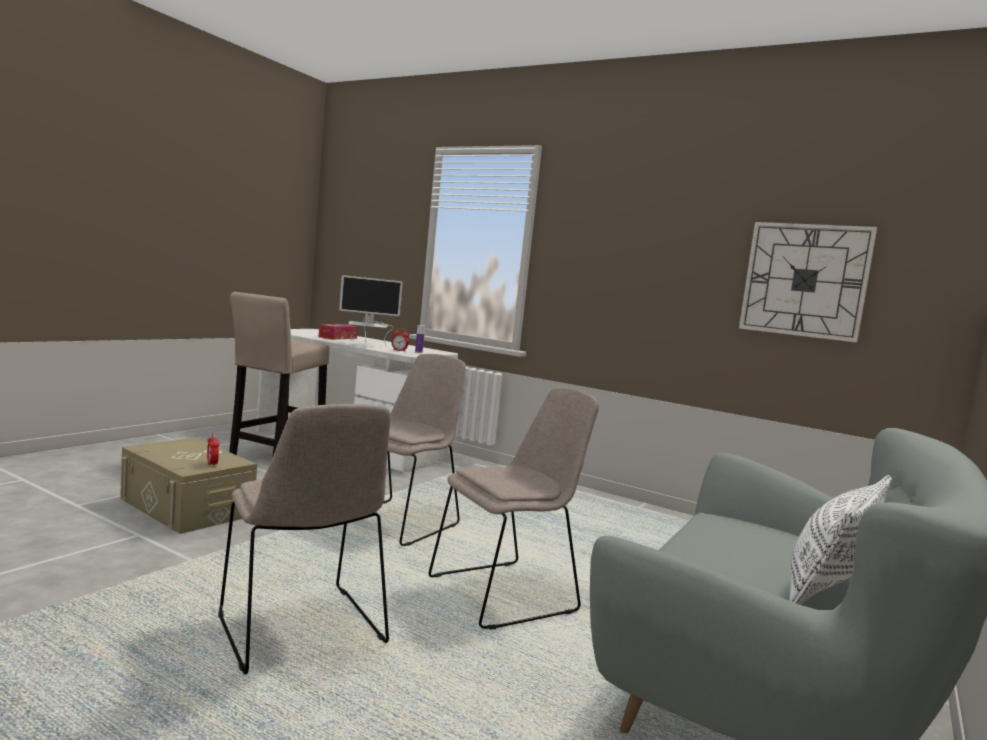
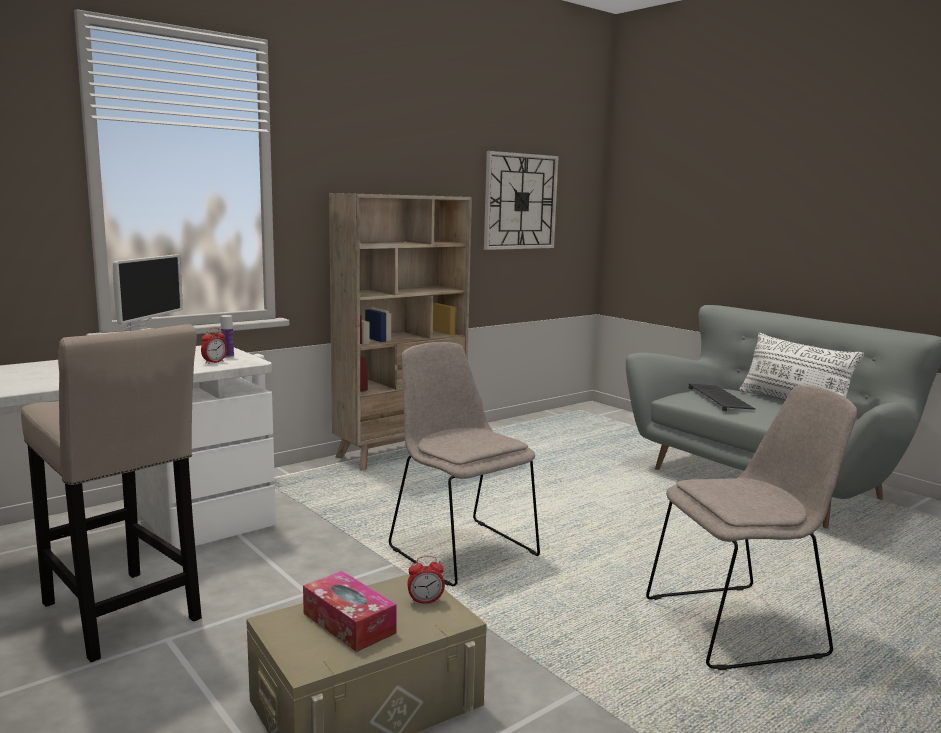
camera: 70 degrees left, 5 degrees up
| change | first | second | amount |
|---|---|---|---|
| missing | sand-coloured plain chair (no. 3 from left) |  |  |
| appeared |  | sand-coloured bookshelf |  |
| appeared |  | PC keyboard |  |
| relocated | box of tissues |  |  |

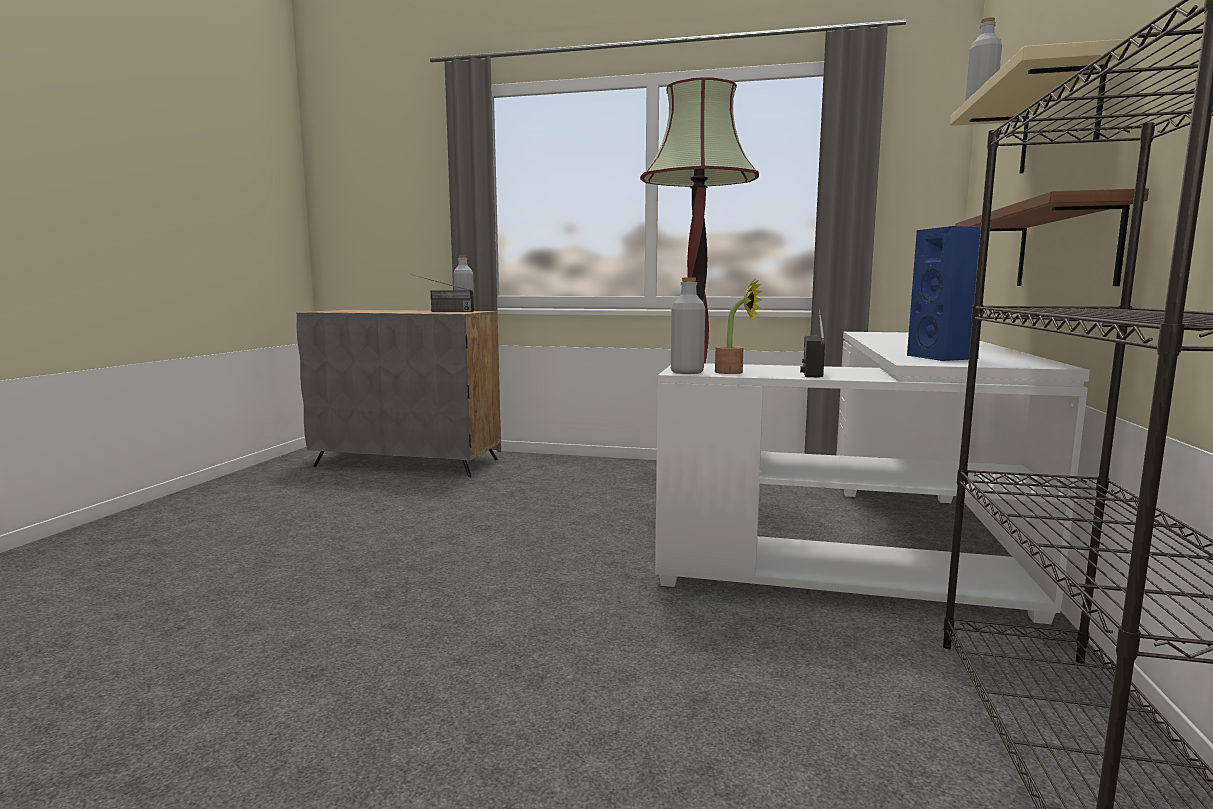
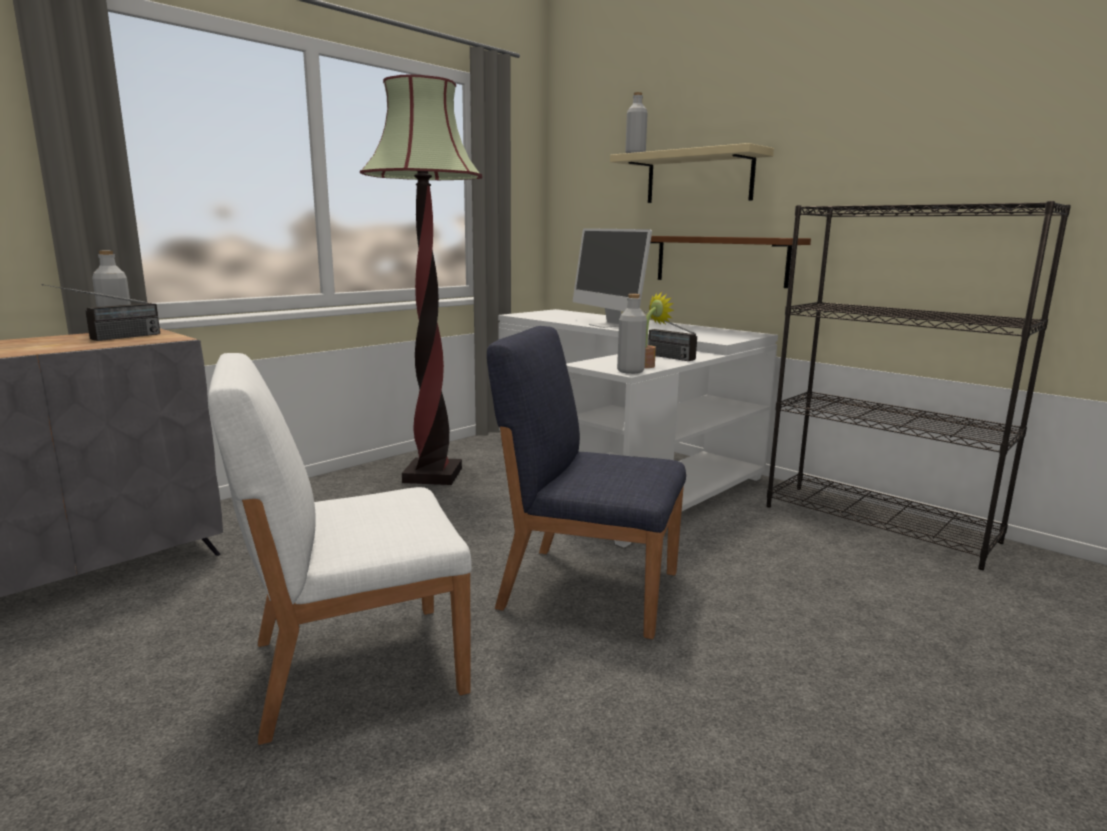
camera: 60 degrees left, 5 degrees up
| change | first | second | amount |
|---|---|---|---|
| missing | blue-coloured loudspeaker |  |  |
| appeared |  | whitish plain chair |  |
| appeared |  | blue-coloured plain chair |  |
| appeared |  | computer screen |  |

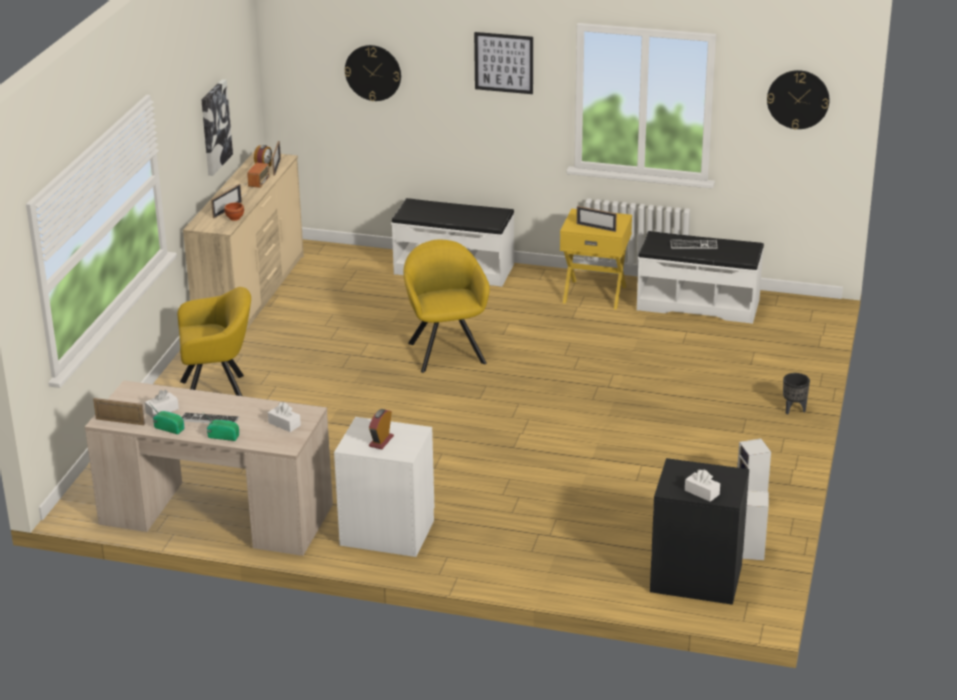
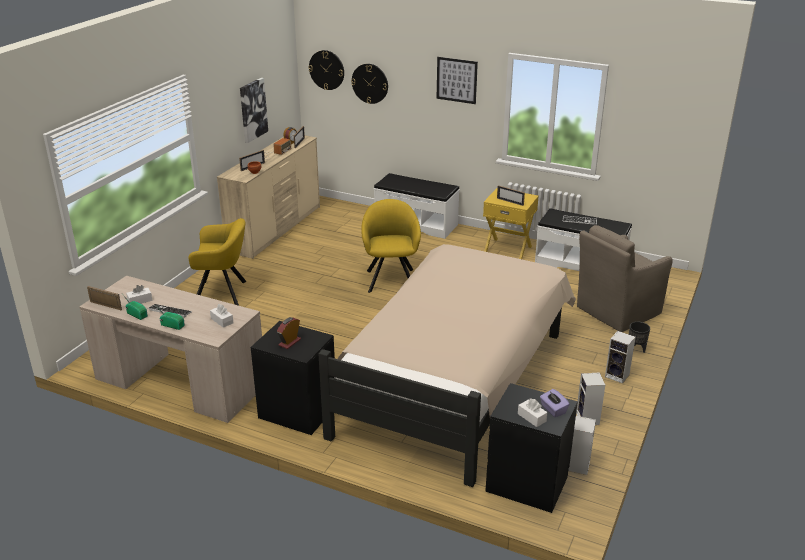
camera: 10 degrees right, 0 degrees up
| change | first | second | amount |
|---|---|---|---|
| appeared |  | sand-coloured bed |  |
| appeared |  | purple box of tissues |  |
| appeared |  | brown lounge chair |  |
| appeared |  | loudspeaker (no. 3 from left) |  |
| relocated | hanging clock (no. 2 from left in the first image) | hanging clock (no. 1 from left) |  |
| colour | whitish night table | black night table (no. 1 from left) |  |

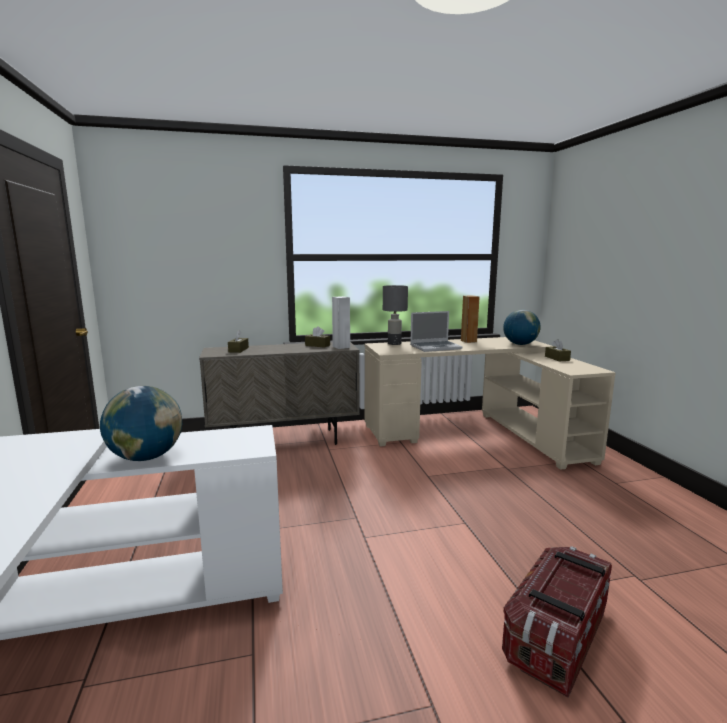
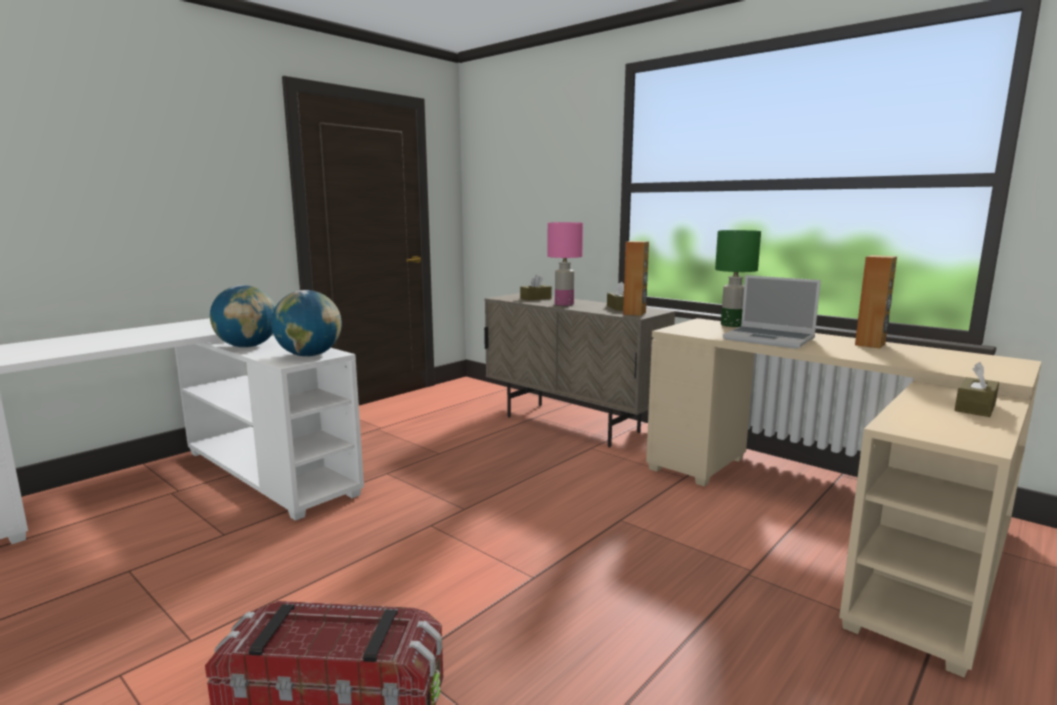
camera: 55 degrees right, 0 degrees up
| change | first | second | amount |
|---|---|---|---|
| appeared |  | pink lamp for a table |  |
| relocated | globe (no. 2 from left) |  |  |
| colour | whitish loudspeaker | brown loudspeaker (no. 1 from left) |  |
| colour | grey lamp for a table | greenish lamp for a table |  |

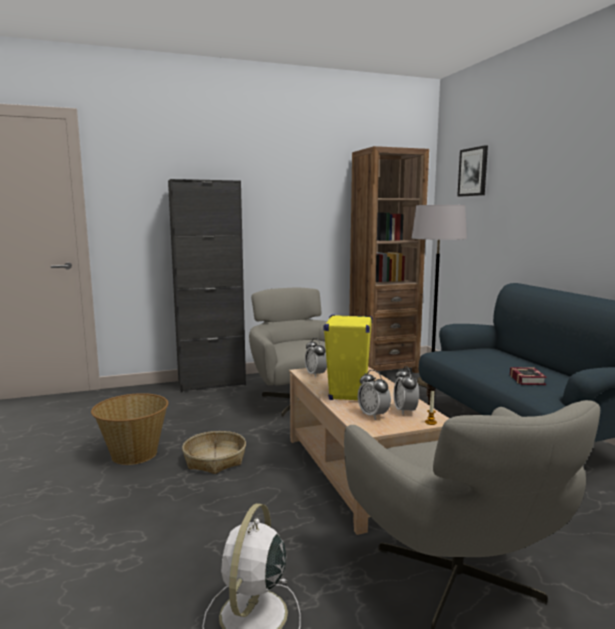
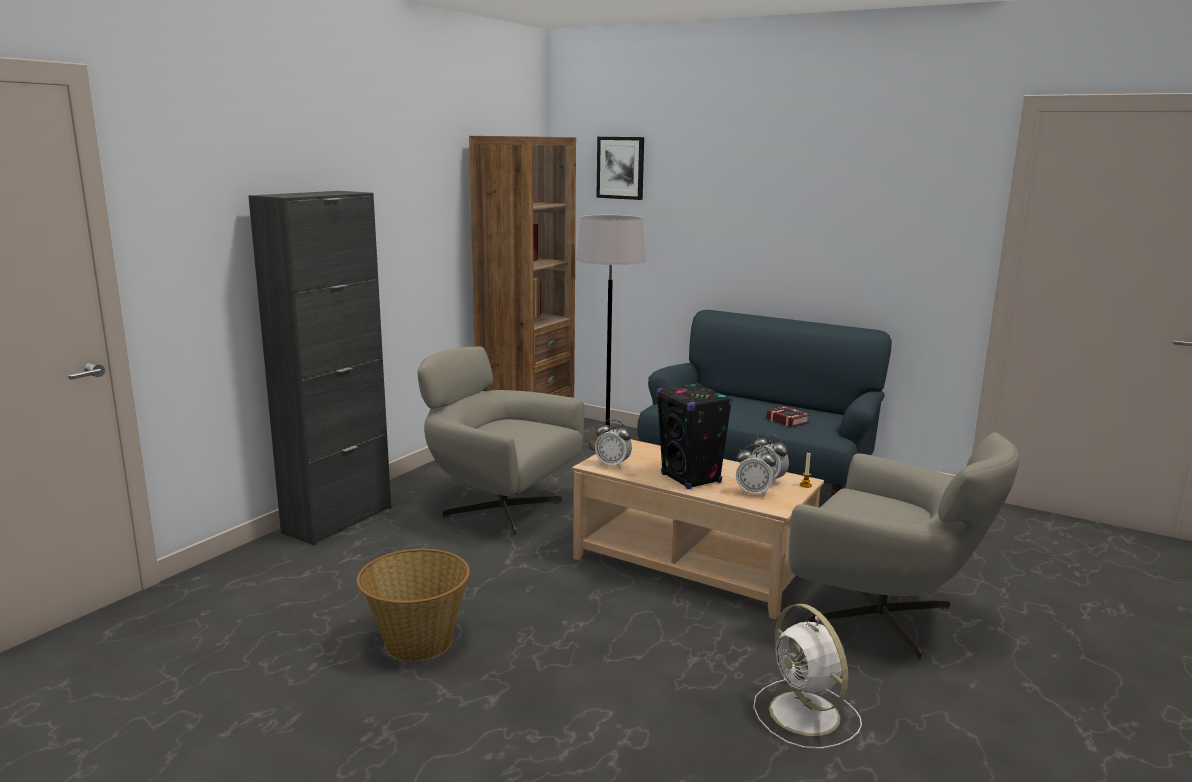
camera: 40 degrees left, 5 degrees up
| change | first | second | amount |
|---|---|---|---|
| missing | storage basket (no. 2 from left) |  |  |
| colour | yellow-coloured loudspeaker | black loudspeaker |  |

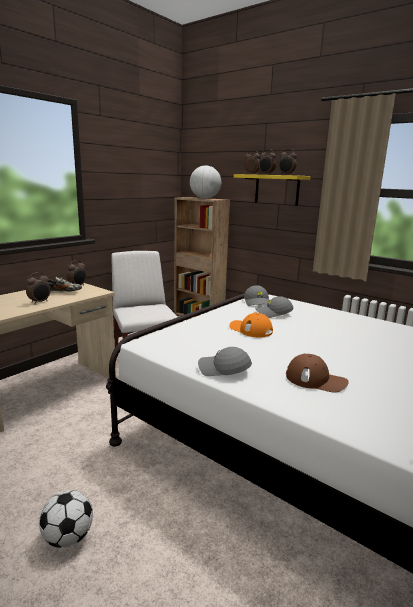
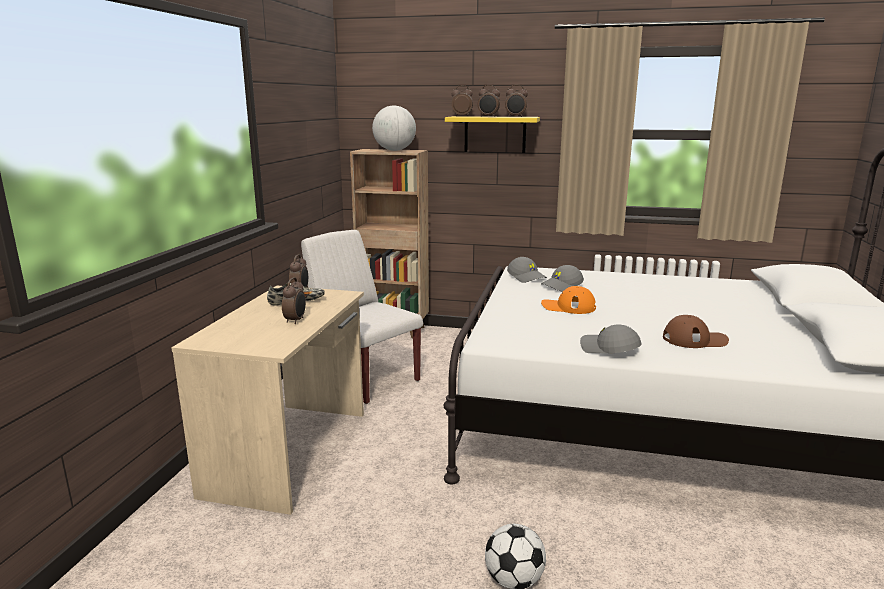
camera: 25 degrees left, 0 degrees up
| change | first | second | amount |
|---|---|---|---|
| spun | grey baseball cap (no. 1 from left in the first image) | grey baseball cap (no. 3 from left) | 45 degrees clockwise |

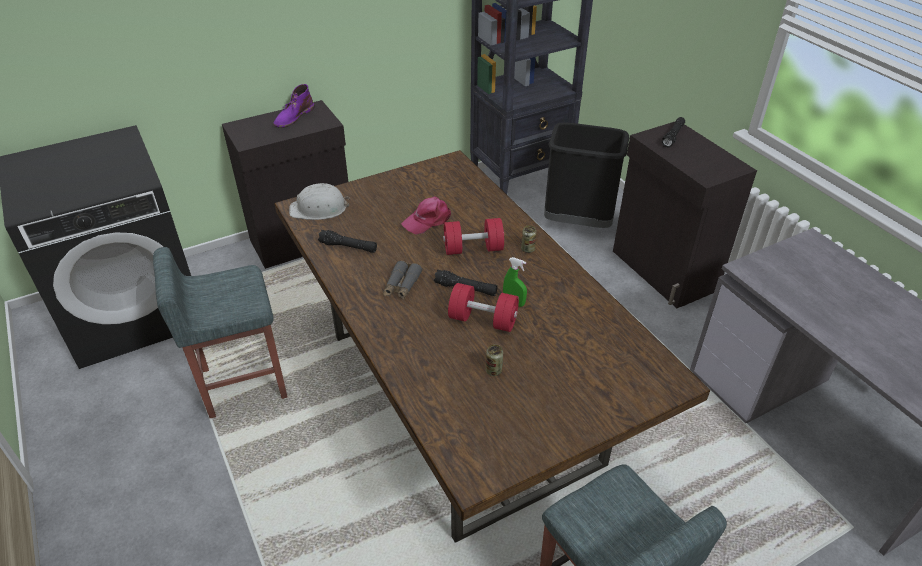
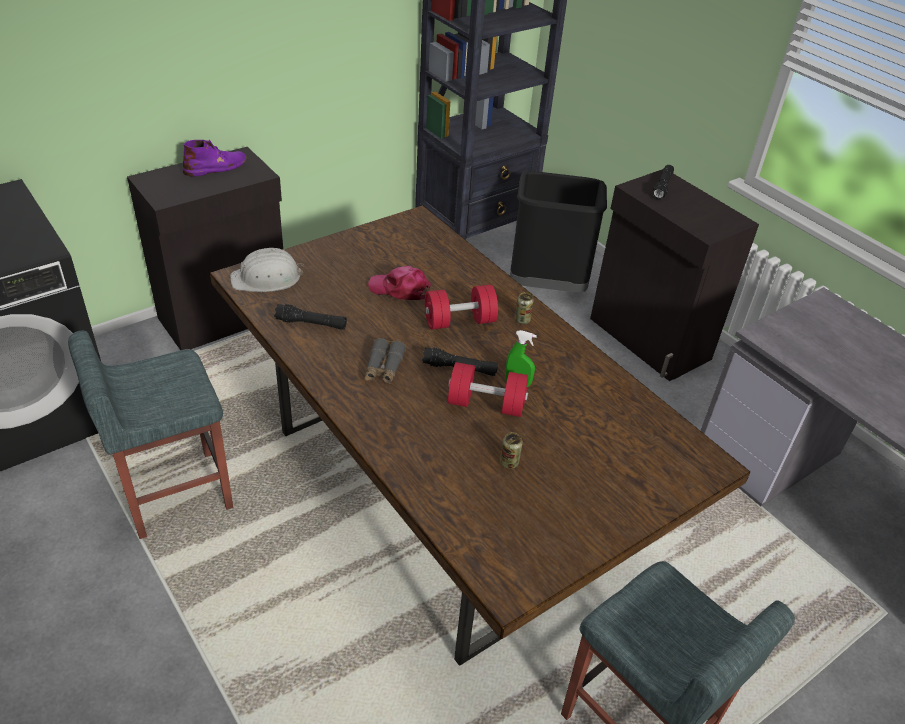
camera: 10 degrees left, 0 degrees up
| change | first | second | amount |
|---|---|---|---|
| spun | purple high-top boot |  | 150 degrees counterclockwise |
| spun | pink baseball cap |  | 60 degrees clockwise |

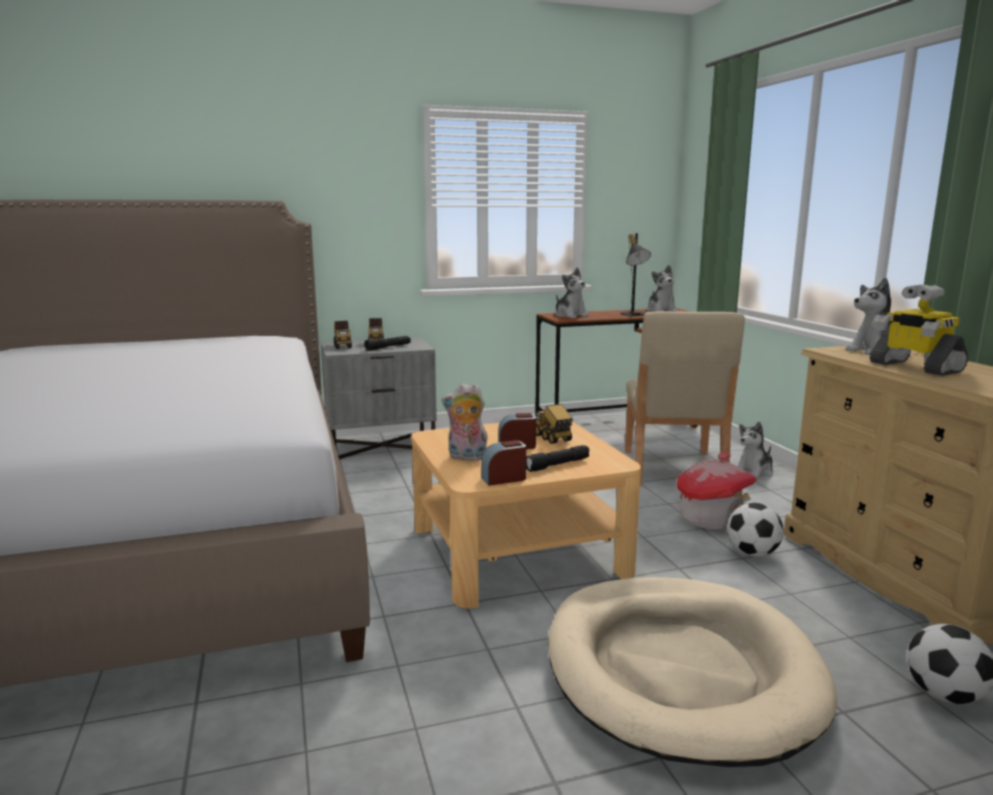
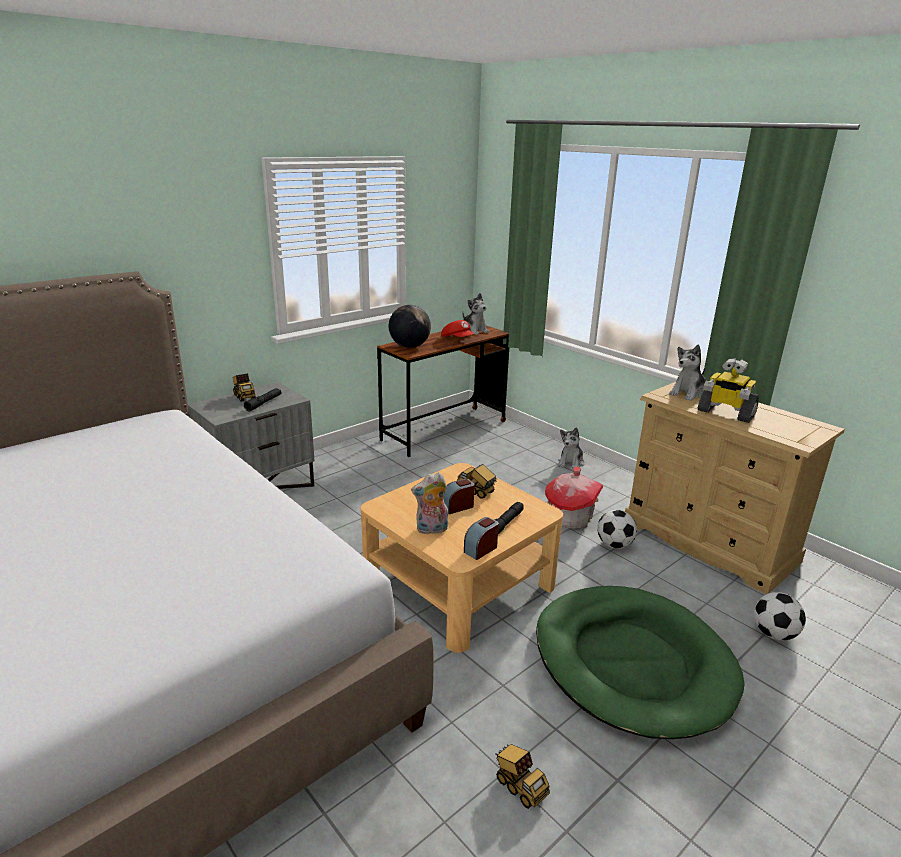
camera: 25 degrees left, 10 degrees up
| change | first | second | amount |
|---|---|---|---|
| missing | sand-coloured plain chair |  |  |
| relocated | toy lorry (no. 1 from left in the first image) | toy lorry (no. 3 from left) |  |
| exchanged | plush toy (no. 2 from left) | globe |  |
| exchanged | black lamp for a table | red-coloured baseball cap |  |
| colour | sand-coloured pet bed | greenish pet bed |  |

